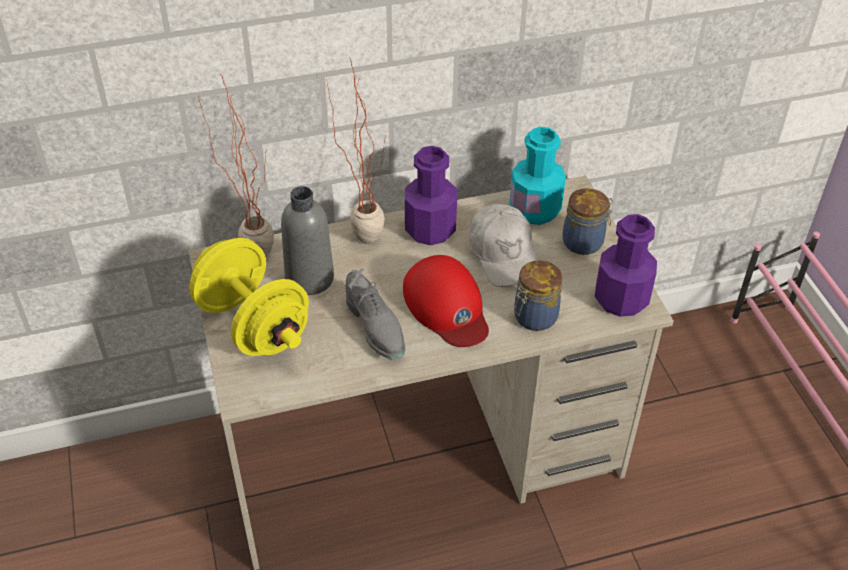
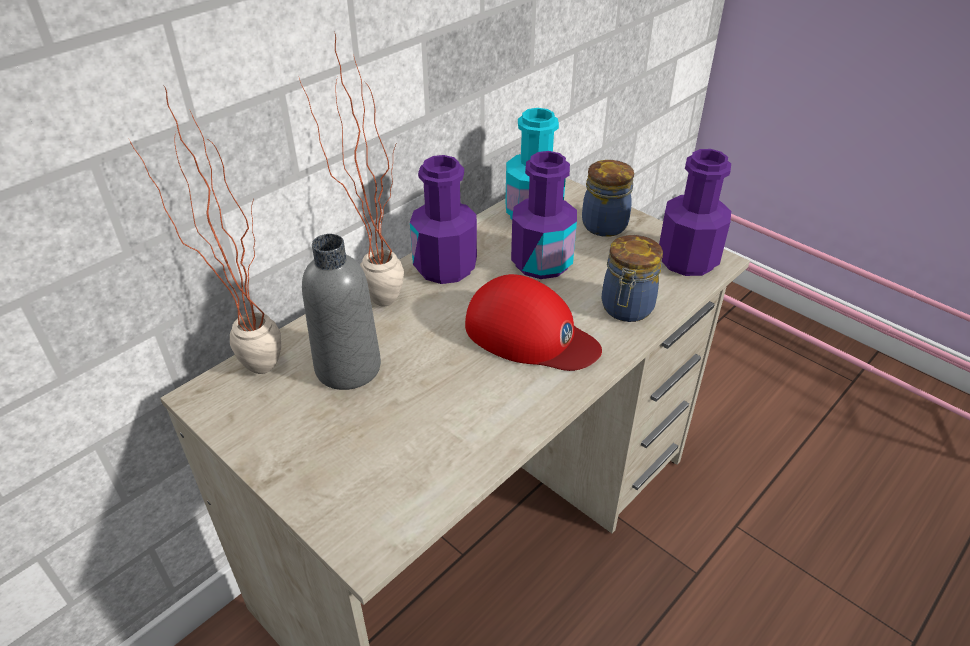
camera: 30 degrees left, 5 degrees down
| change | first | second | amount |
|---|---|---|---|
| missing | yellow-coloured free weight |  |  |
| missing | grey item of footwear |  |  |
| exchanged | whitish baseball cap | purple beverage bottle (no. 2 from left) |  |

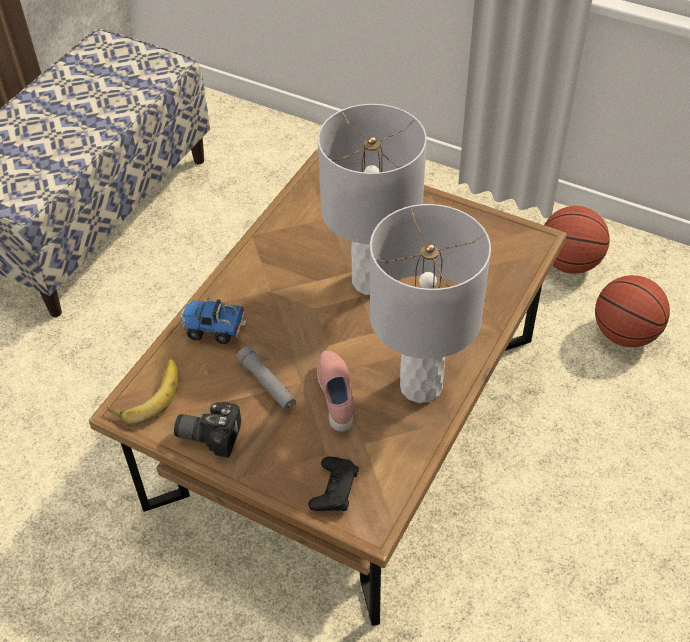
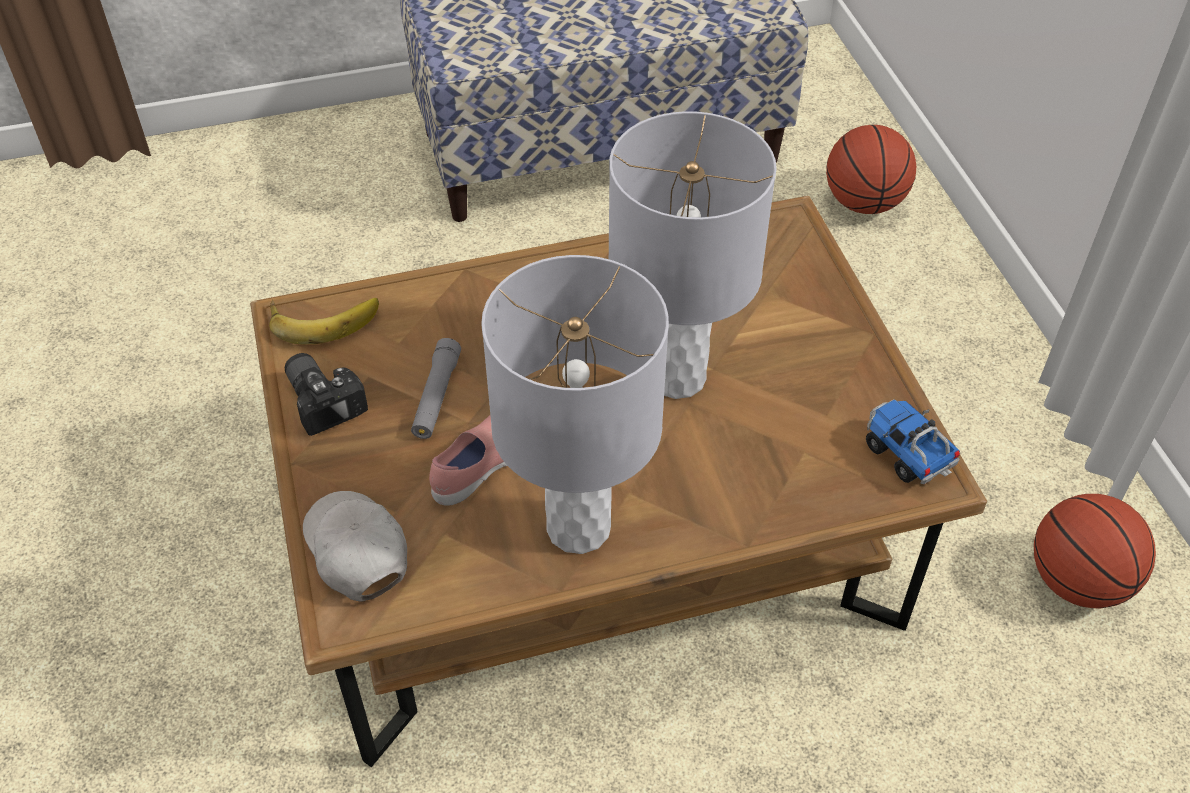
camera: 45 degrees right, 0 degrees up
| change | first | second | amount |
|---|---|---|---|
| relocated | toy lorry |  |  |
| relocated | ball for basketball (no. 2 from left in the first image) | ball for basketball (no. 1 from left) |  |
| exchanged | black joypad | whitish baseball cap |  |

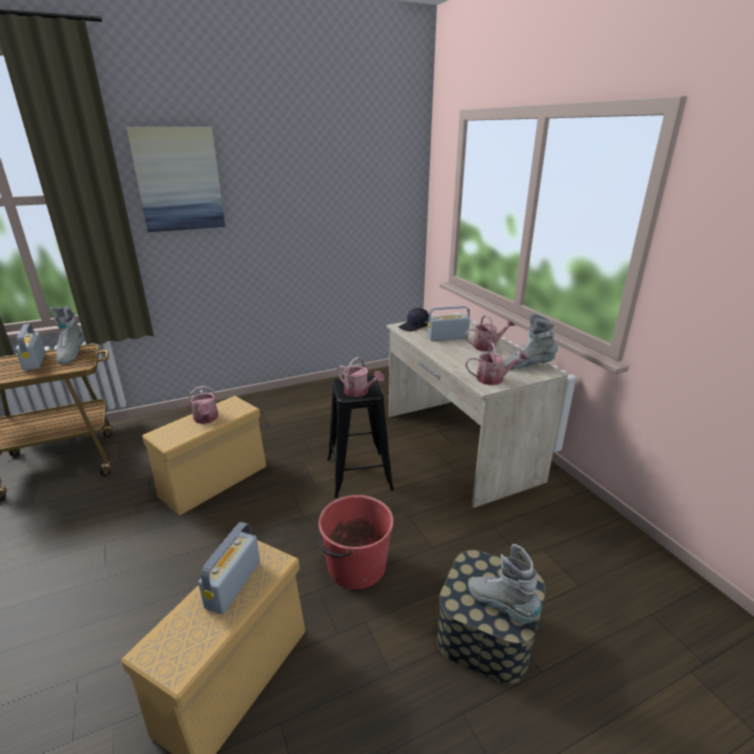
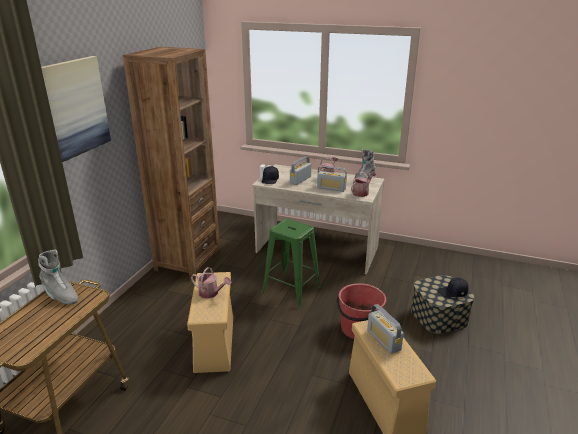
camera: 45 degrees left, 0 degrees up
| change | first | second | amount |
|---|---|---|---|
| missing | watering pot (no. 2 from left) |  |  |
| appeared |  | brown bookshelf |  |
| relocated | radio receiver (no. 1 from left in the first image) | radio receiver (no. 2 from left) |  |
| exchanged | grey high-top boot (no. 2 from left) | black baseball cap (no. 2 from left) |  |
| colour | black sitting stool | greenish sitting stool |  |

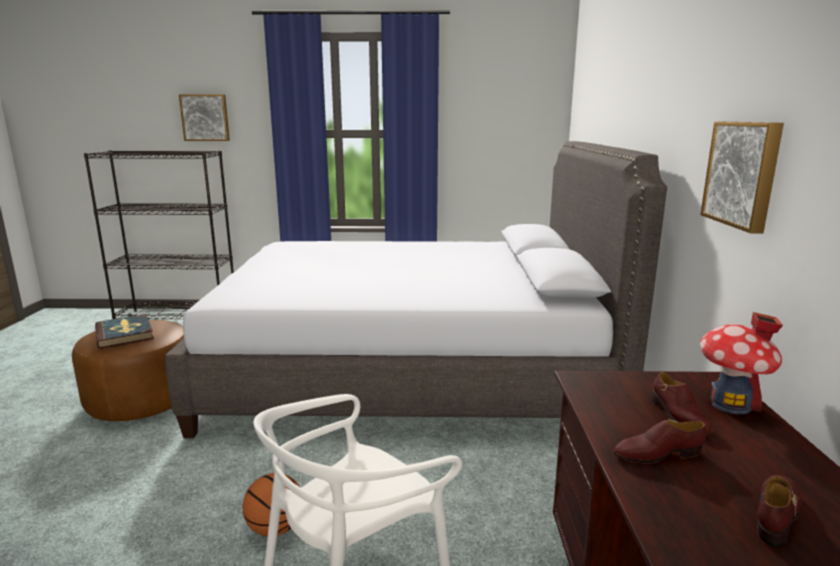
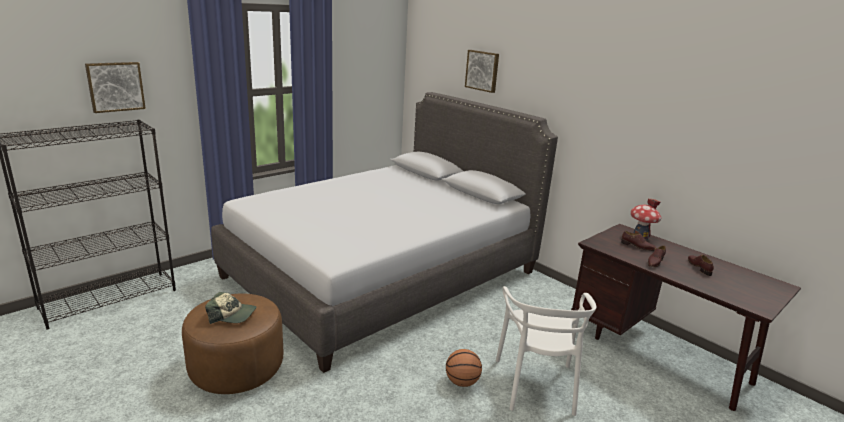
camera: 45 degrees left, 5 degrees up
| change | first | second | amount |
|---|---|---|---|
| relocated | wall art (no. 2 from left) |  |  |
| exchanged | volume | baseball cap |  |

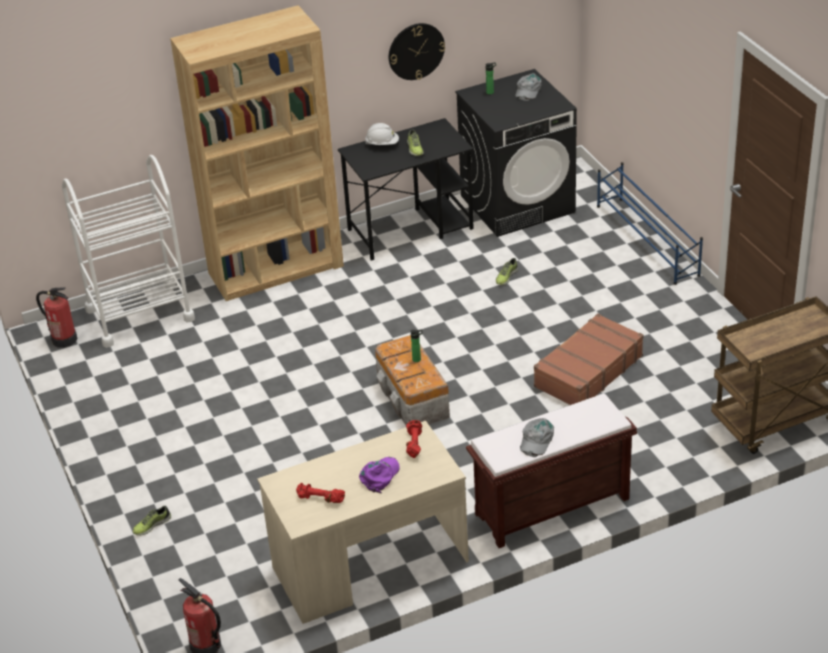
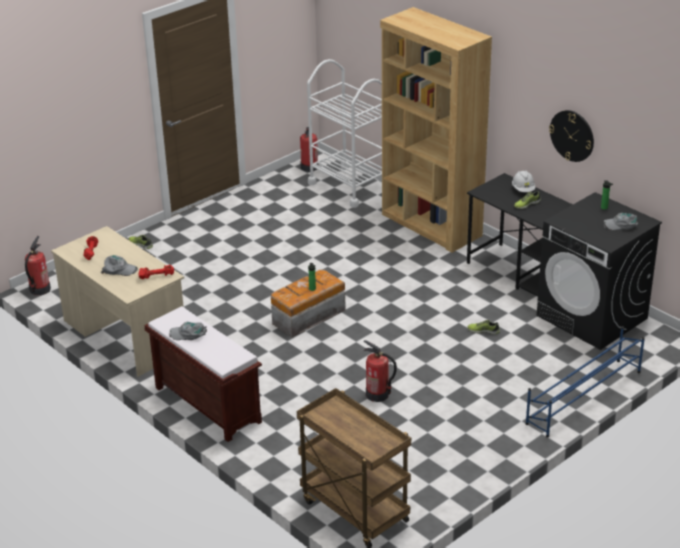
camera: 70 degrees right, 5 degrees down
| change | first | second | amount |
|---|---|---|---|
| exchanged | brown travel case | fire-fighting cylinder (no. 3 from left) |  |
| colour | purple baseball cap | grey baseball cap (no. 1 from left) |  |

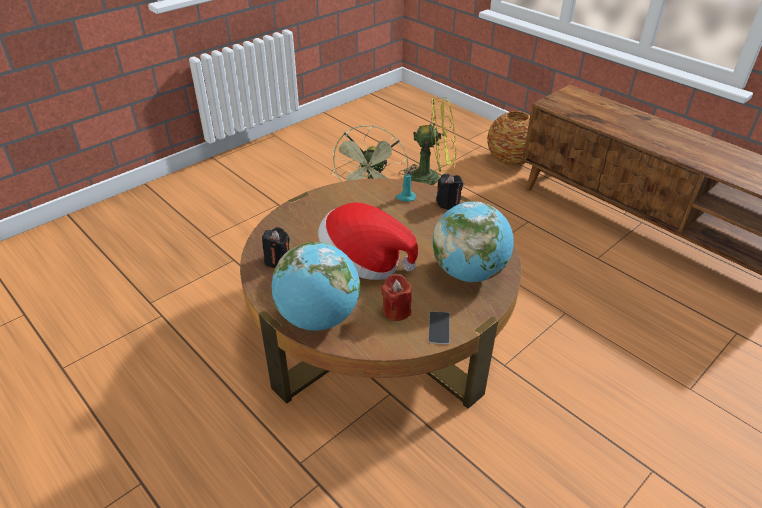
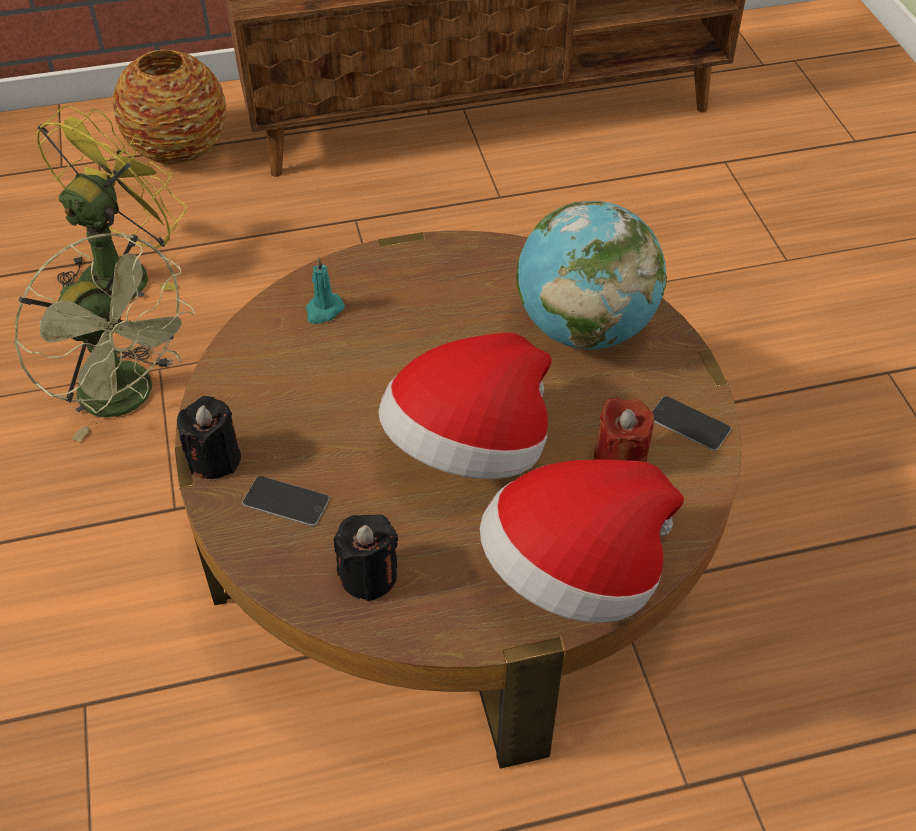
camera: 60 degrees left, 10 degrees up
| change | first | second | amount |
|---|---|---|---|
| appeared |  | telephone (no. 1 from left) |  |
| relocated | black wax light (no. 2 from left in the first image) | black wax light (no. 1 from left) |  |
| exchanged | globe (no. 1 from left) | hat (no. 2 from left) |  |

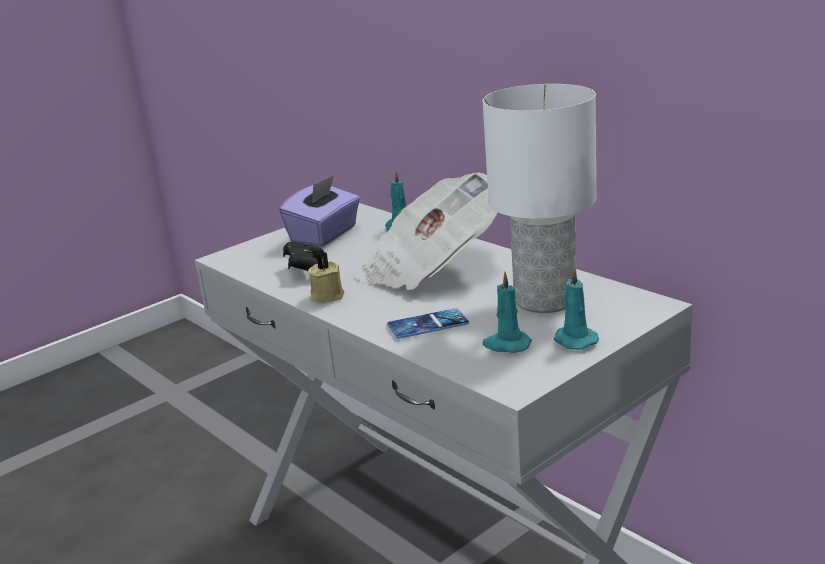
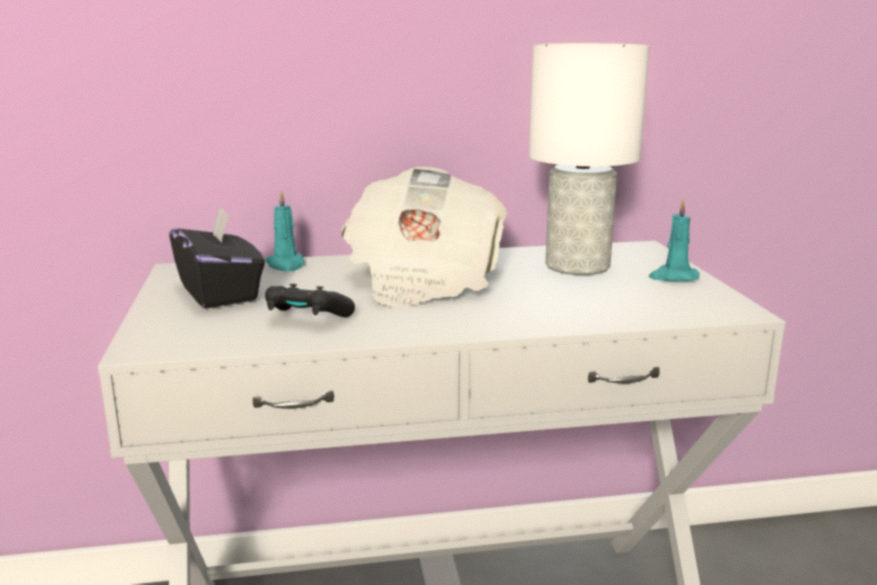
camera: 60 degrees left, 5 degrees down
| change | first | second | amount |
|---|---|---|---|
| missing | sand-coloured wax light |  |  |
| missing | telephone |  |  |
| missing | turquoise wax light (no. 2 from left) |  |  |
| colour | purple box of tissues | black box of tissues |  |

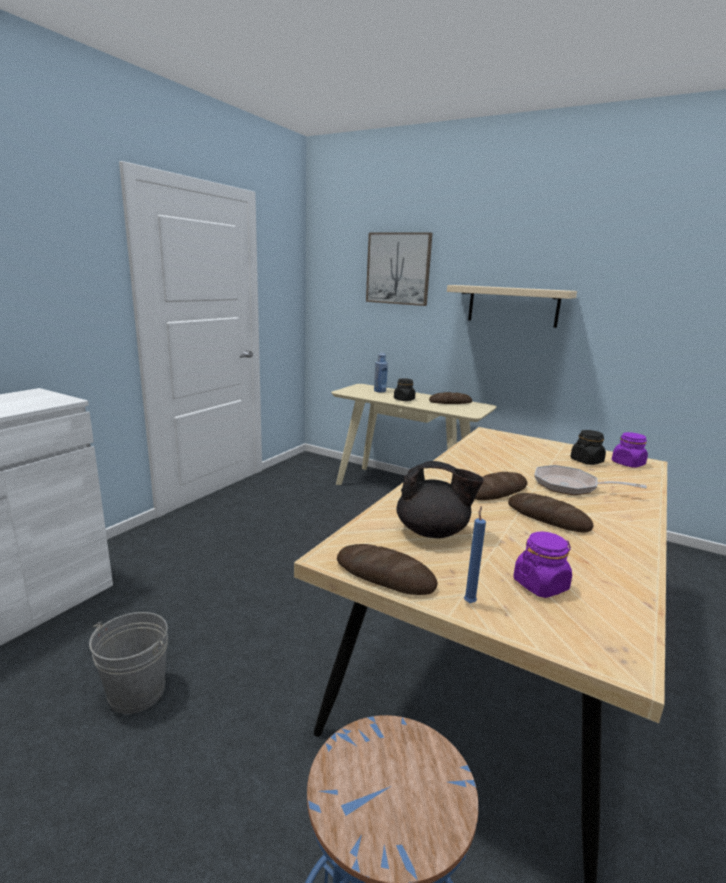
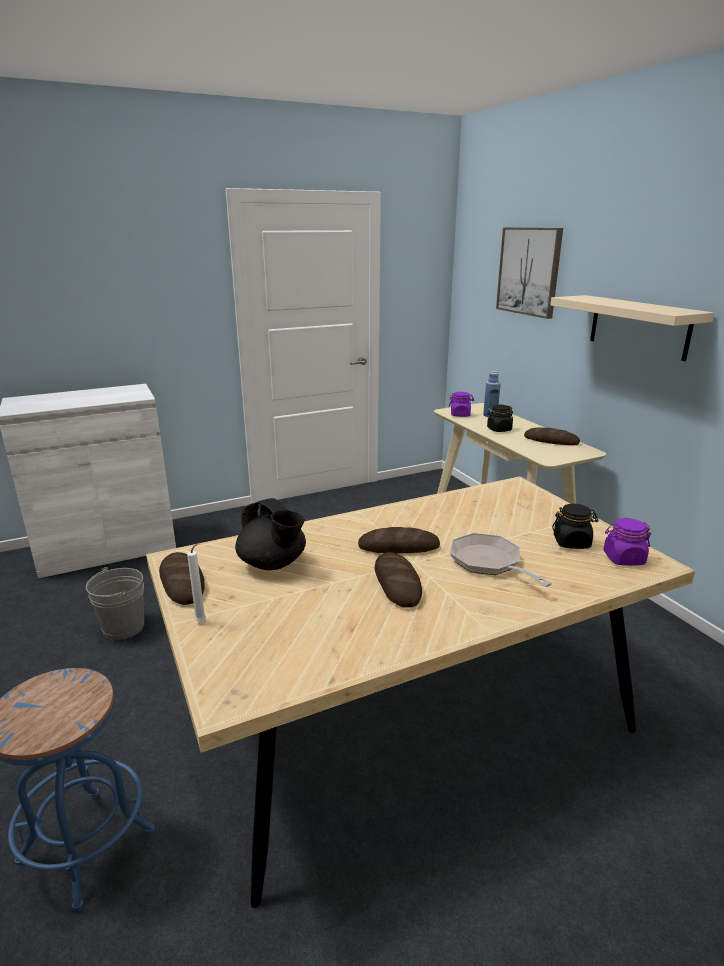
camera: 35 degrees right, 5 degrees up
| change | first | second | amount |
|---|---|---|---|
| relocated | purple storage jar (no. 1 from left) |  |  |
| colour | blue-coloured wax light | whitish wax light |  |

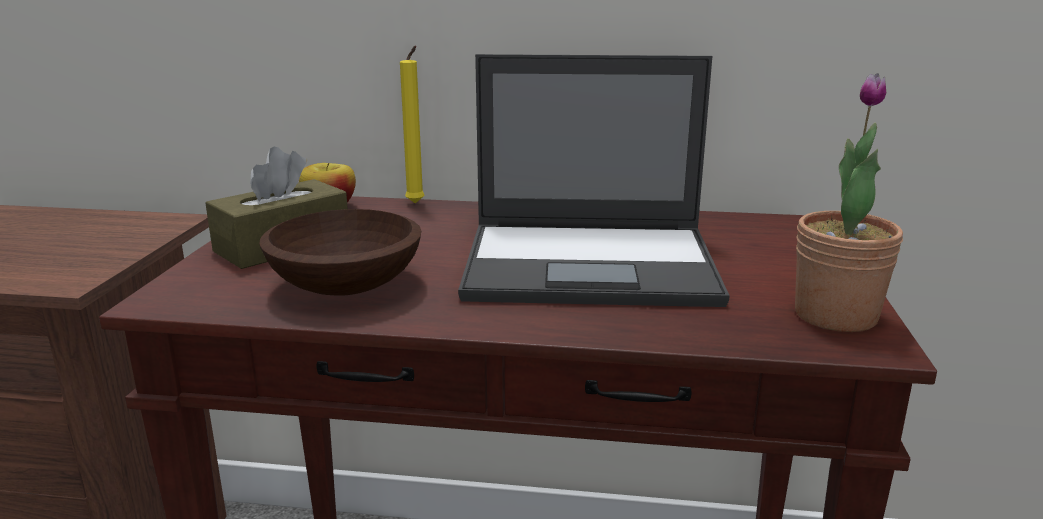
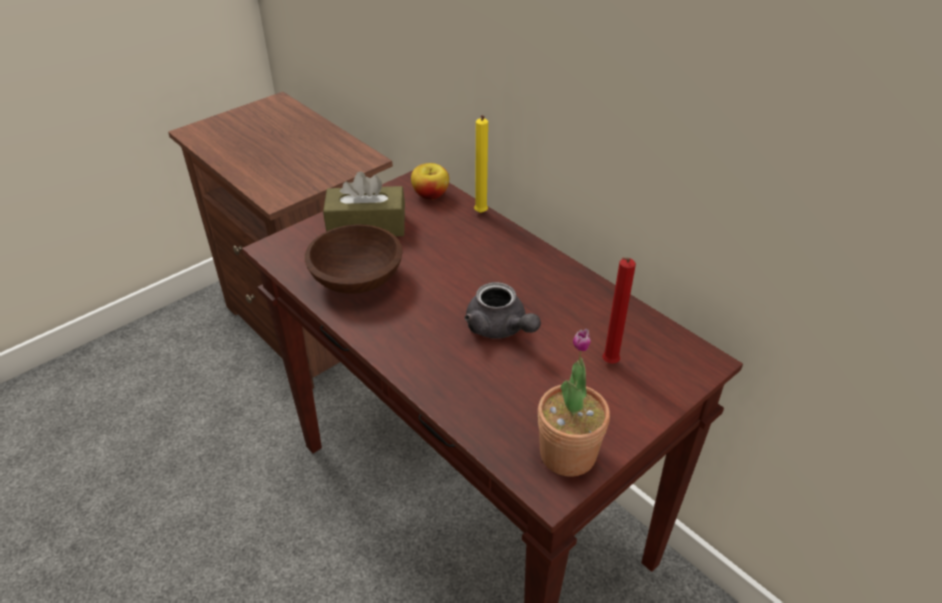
camera: 40 degrees right, 20 degrees up
| change | first | second | amount |
|---|---|---|---|
| appeared |  | red-coloured wax light |  |
| exchanged | portable computer | grey pot for tea |  |

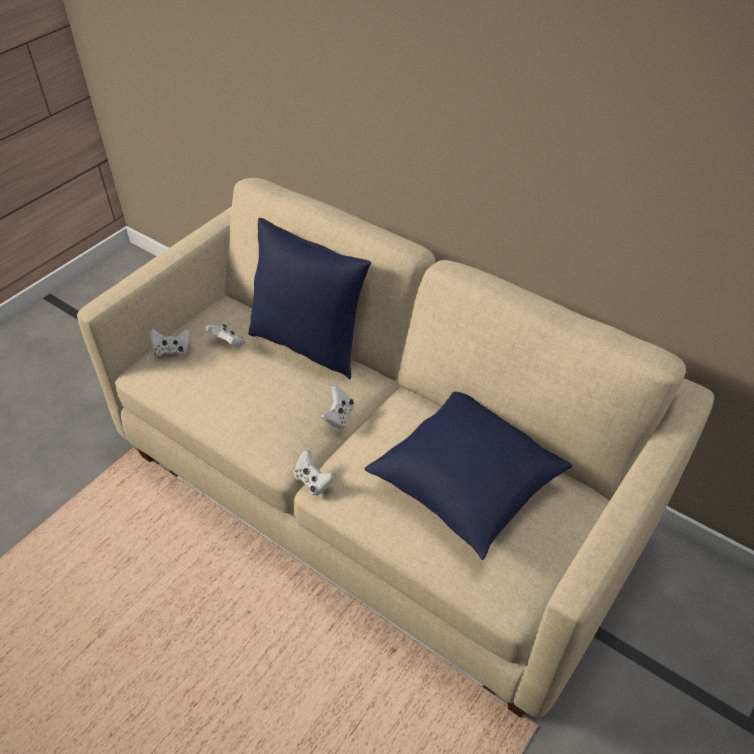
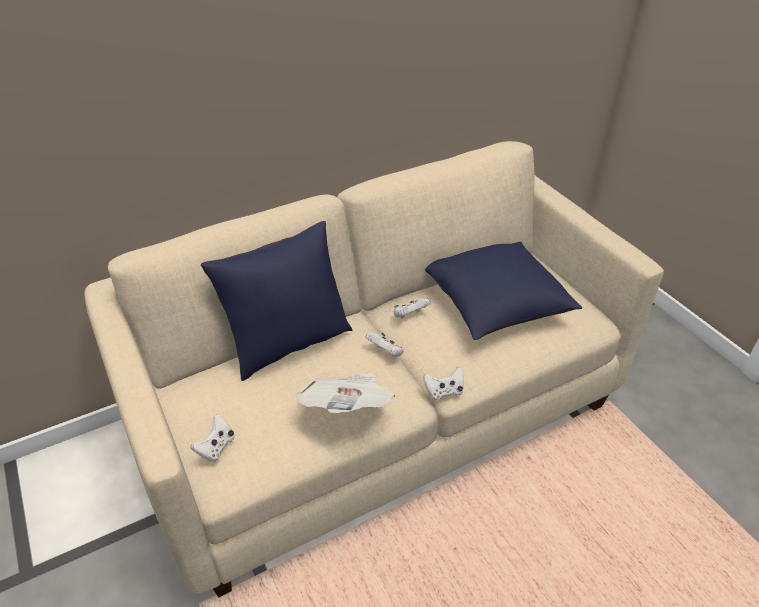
camera: 65 degrees left, 5 degrees down
| change | first | second | amount |
|---|---|---|---|
| appeared |  | printed paper |  |
| relocated | whitish joypad (no. 2 from left in the first image) | whitish joypad (no. 3 from left) |  |

